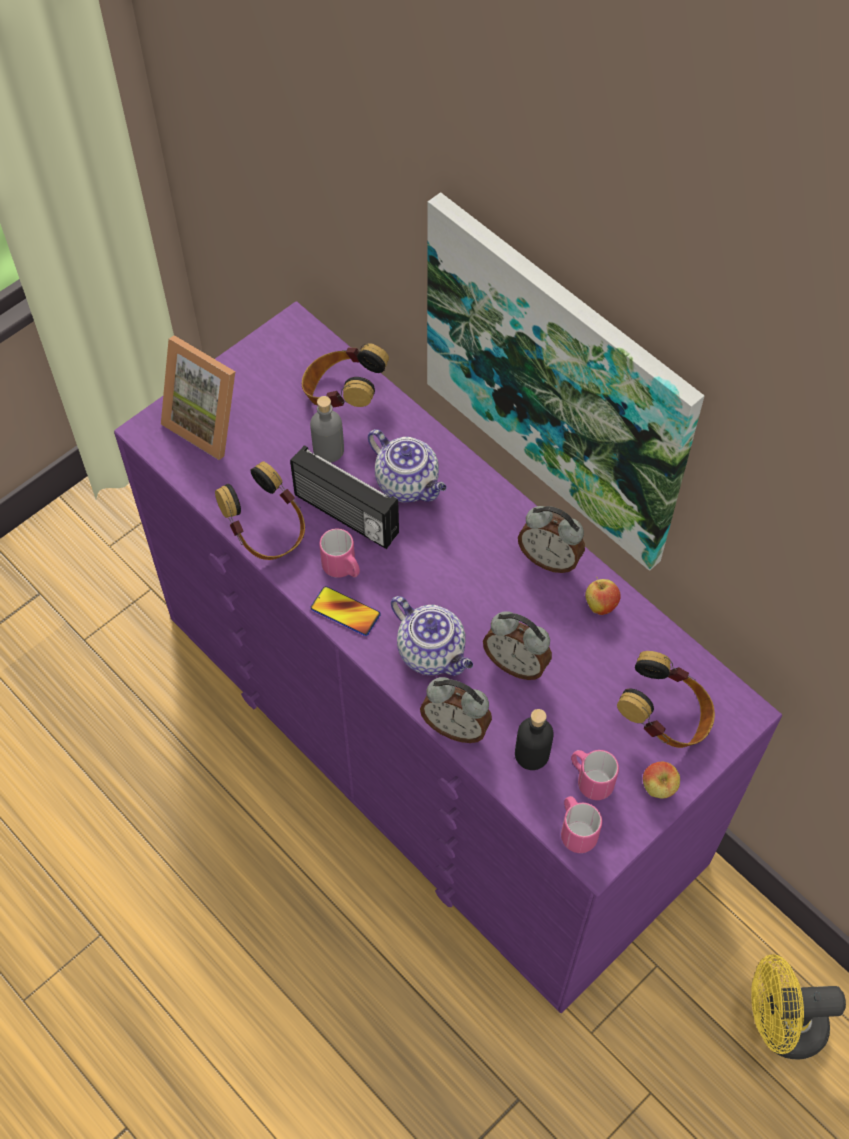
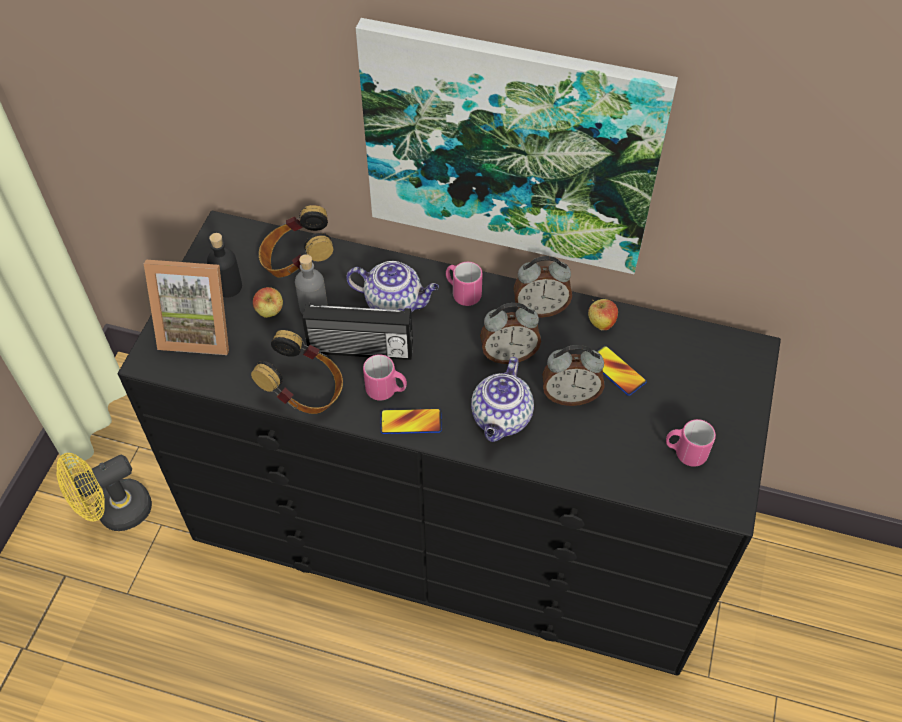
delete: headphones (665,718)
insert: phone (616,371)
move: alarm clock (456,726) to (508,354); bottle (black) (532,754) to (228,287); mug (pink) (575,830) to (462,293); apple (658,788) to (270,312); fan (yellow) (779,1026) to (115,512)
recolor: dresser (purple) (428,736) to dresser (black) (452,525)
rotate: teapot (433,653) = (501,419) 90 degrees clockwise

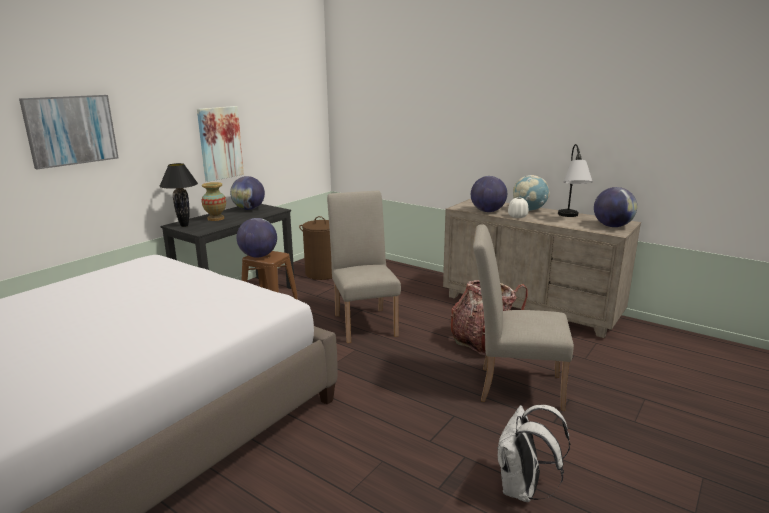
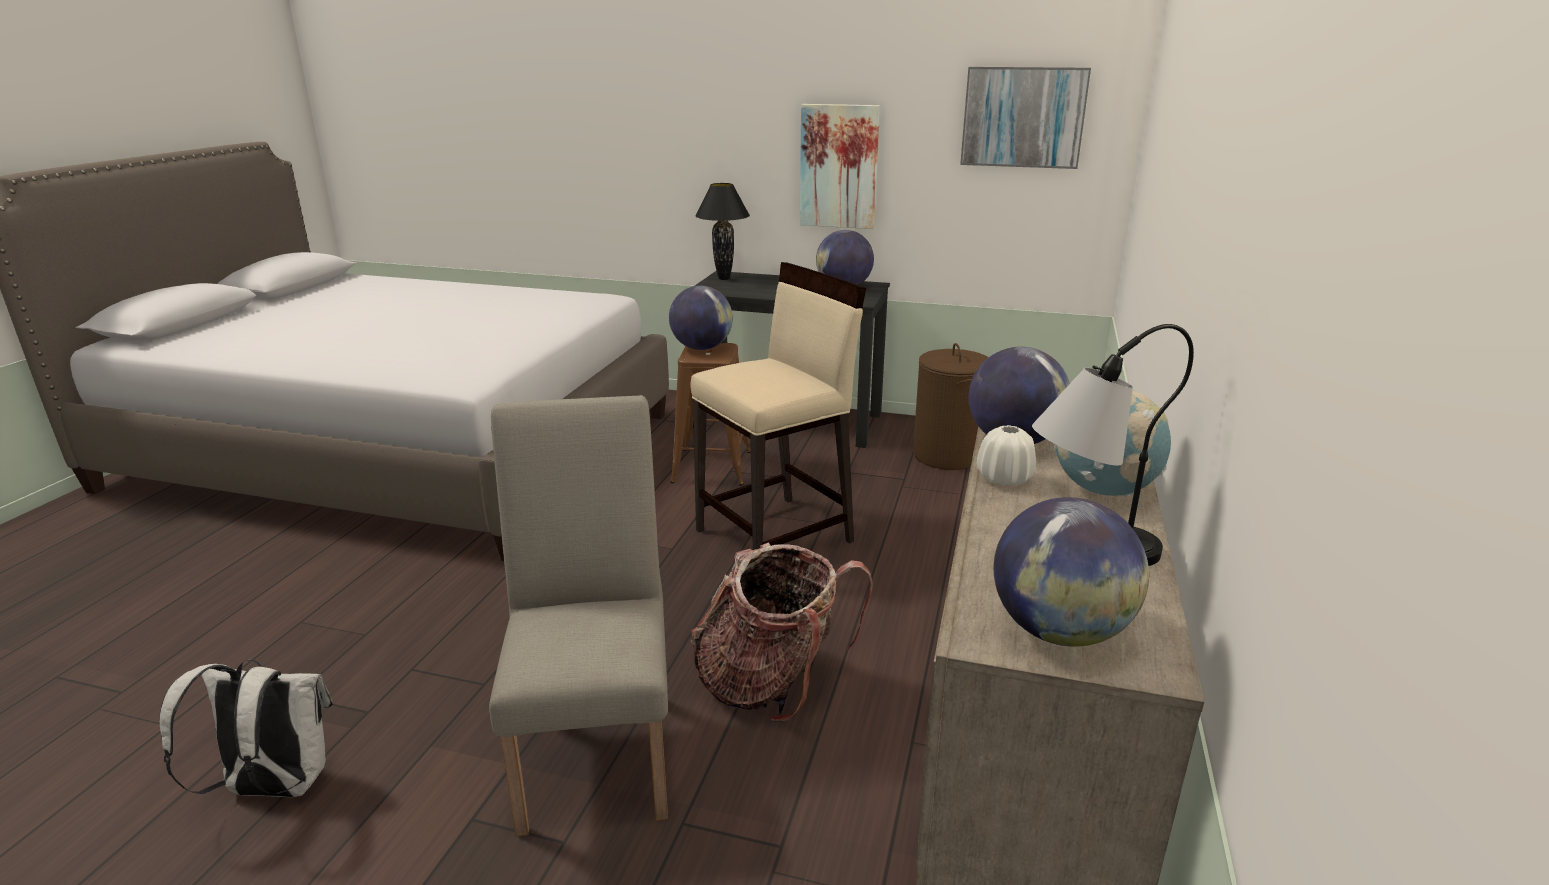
delete: vase (215,218)
move: picture (71,130) to (1023,117)
replace: chair (beige) (364,322) to stool (beige) (776,536)

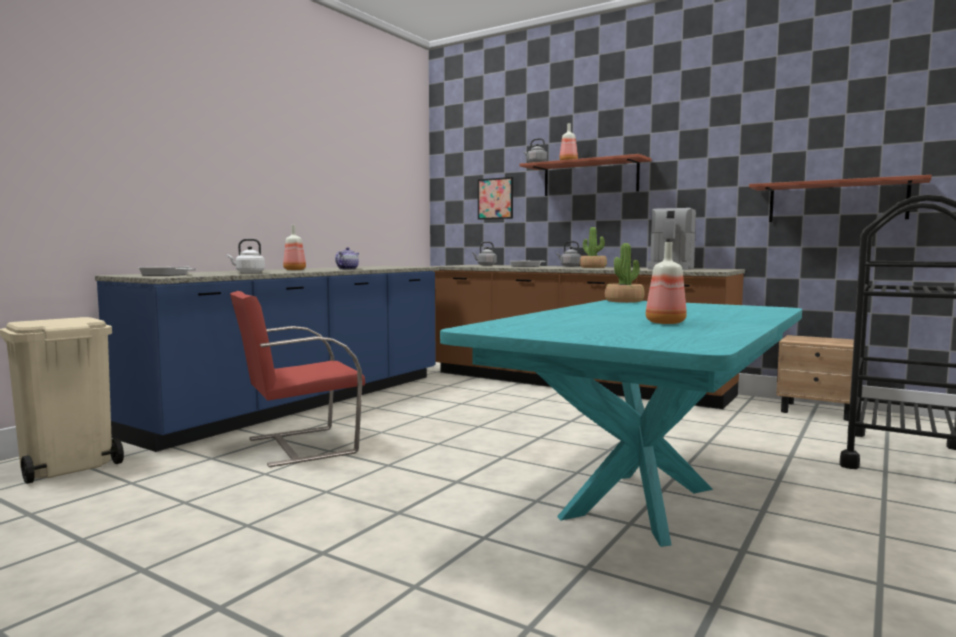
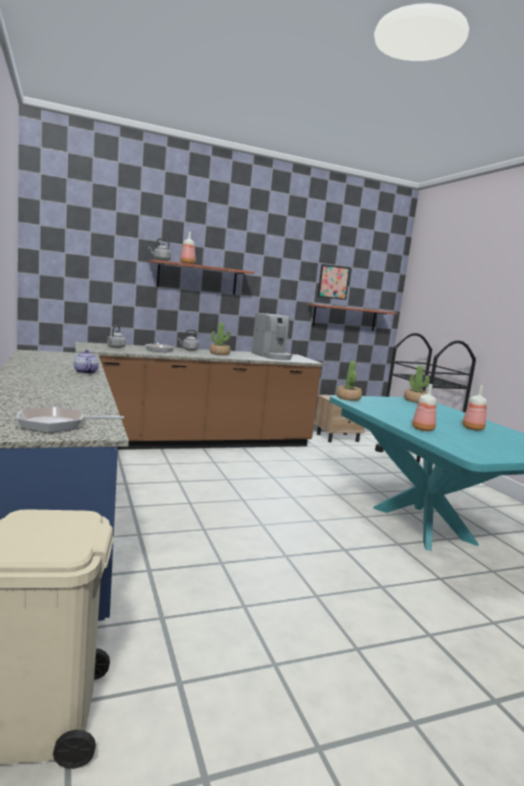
delete: kettle (white) (248,272); chair (red) (299,446)
insert: potted plant (415,401)
move: bottle (295,270) to (422,429); picture (495,198) to (333,282)

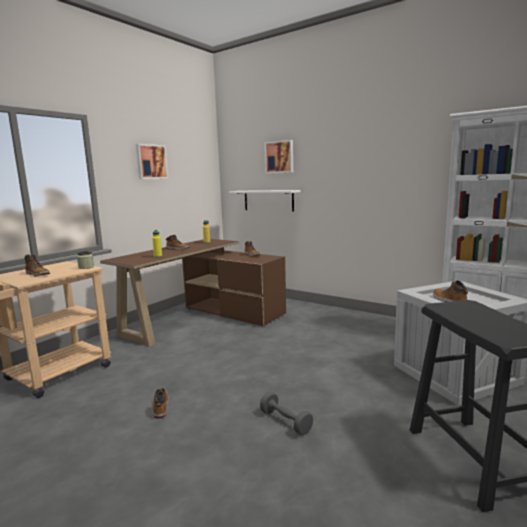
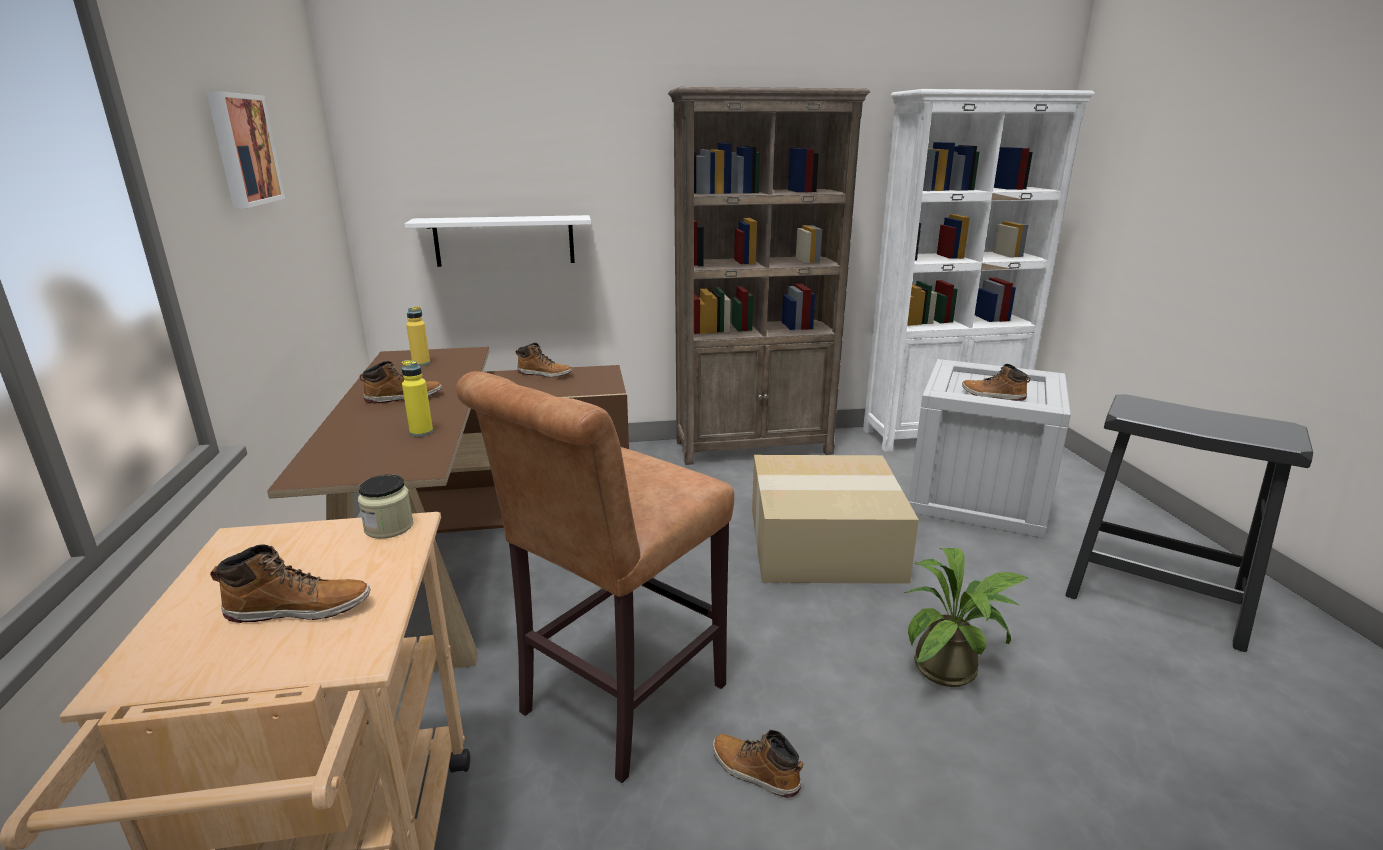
delete: picture (279,157)
insert: stool (brown) (615,704); bookcase (brown) (754,447); cardboard box (826,542)
replace: dumbbell (grey) (285,422) to potted plant (953,668)

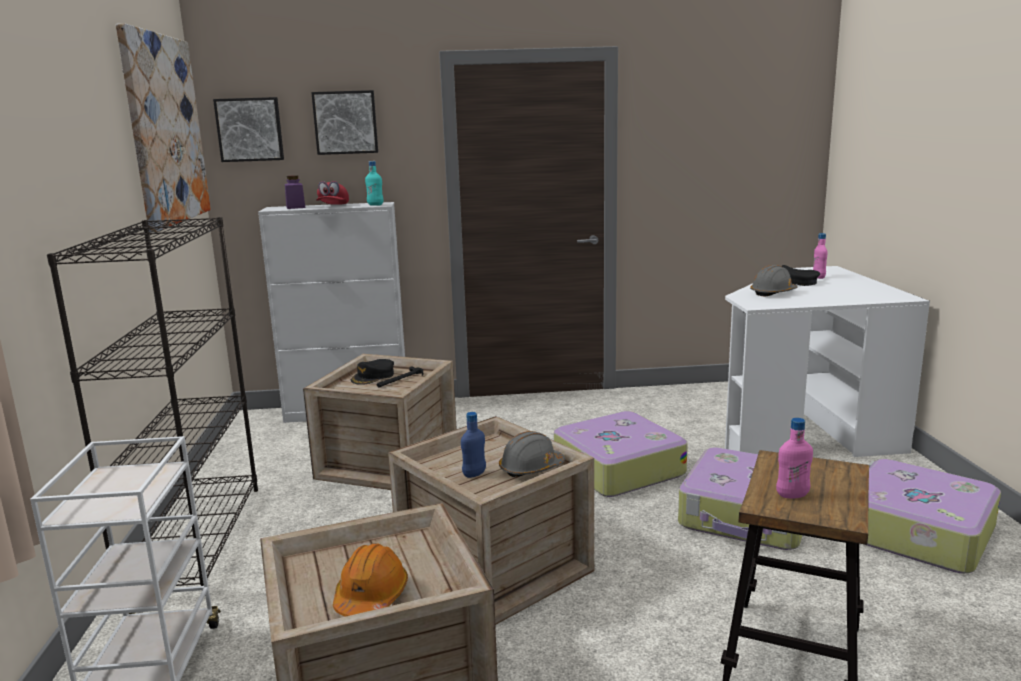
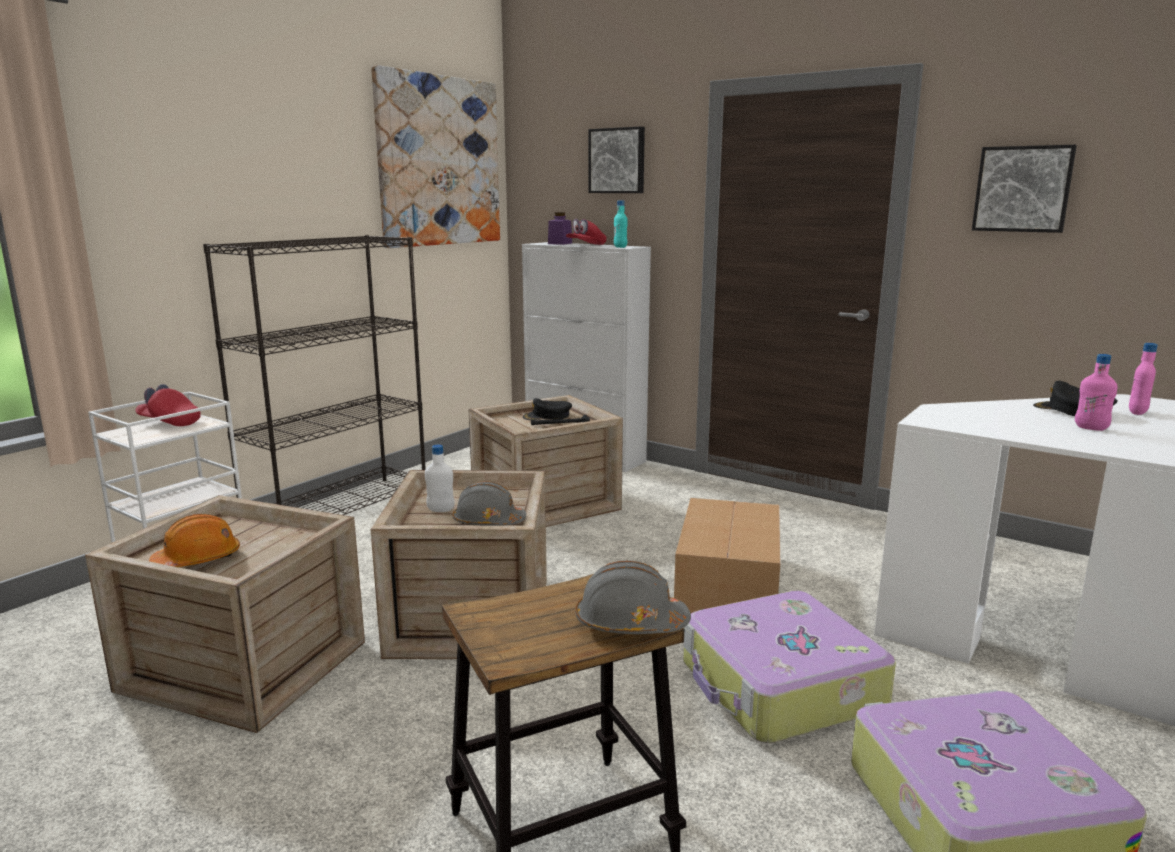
insert: cap (red) (169,422)
move: picture (250,129) to (1023,189); hard hat (grey) (773,293) to (630,623); bottle (pink) (792,495) to (1091,428)
replace: suitcase (617,468) to cardboard box (726,584)
recolor: bottle (blue) (474,474) to bottle (white) (440,510)

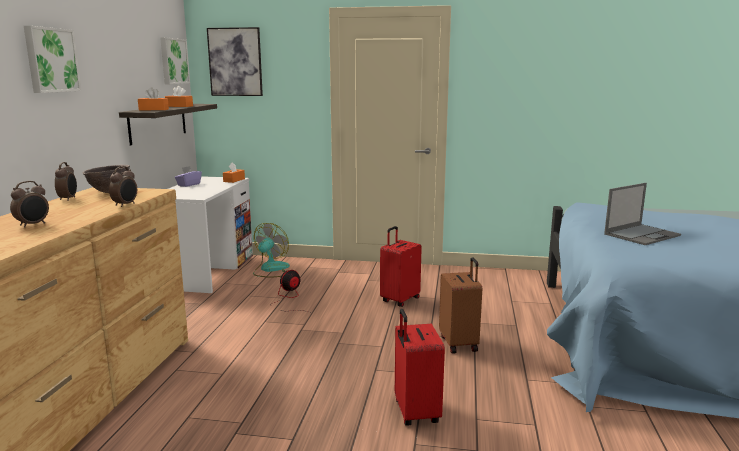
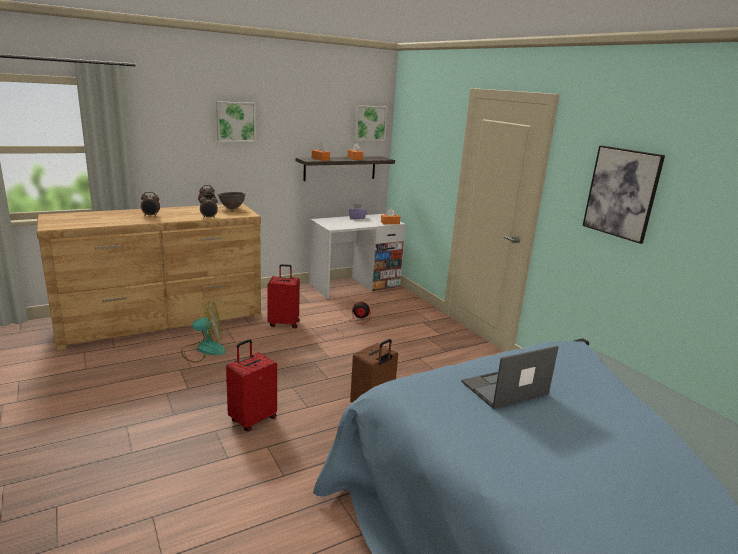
move: picture (235,62) to (621,193); fan (270,270) to (204,350); suitcase (red) (399,300) to (284,323)
rotate: laptop (642,234) = (504,388) 135 degrees clockwise

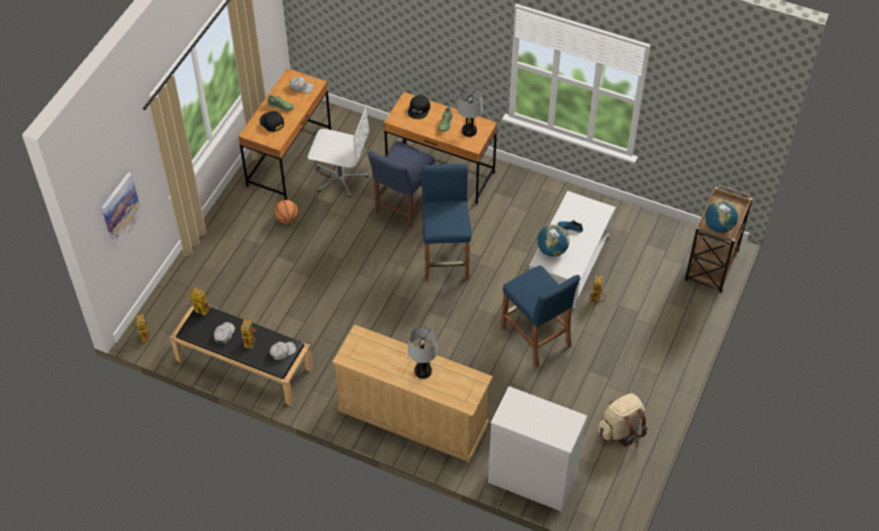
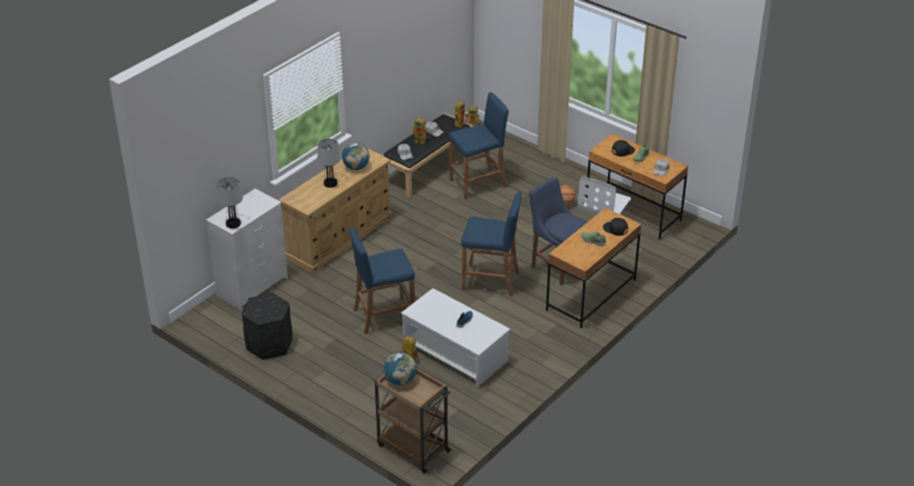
delete: picture (120,210)
insert: stool (blue) (478,184)
move: table lamp (469,131) to (233,224); globe (552,250) to (356,167)
replace: backpack (beige) (621,429) to ottoman (black) (269,344)

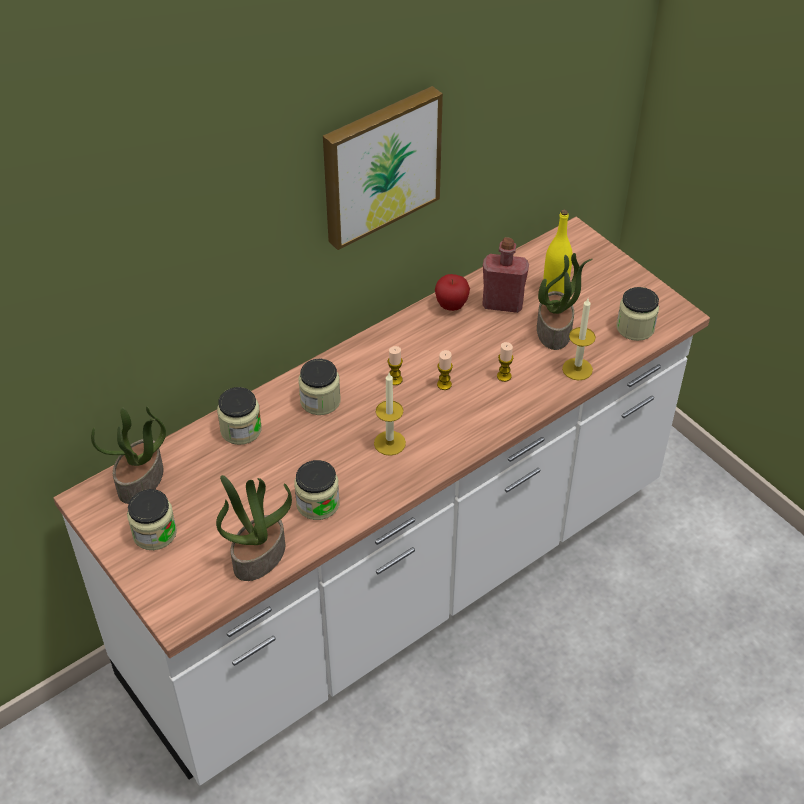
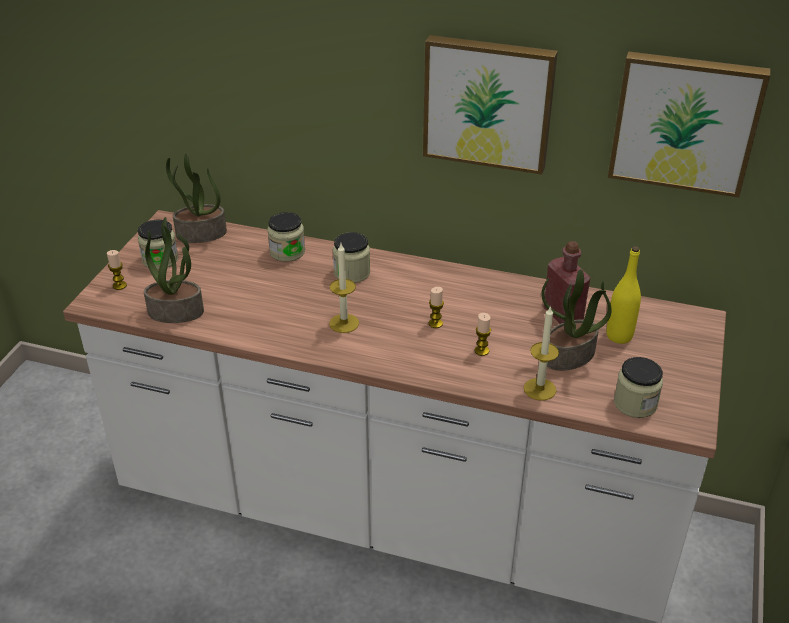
delete: jar (318,503); apple (451,306)
insert: picture (685,122)
move: candle (395,380) to (119,285)

